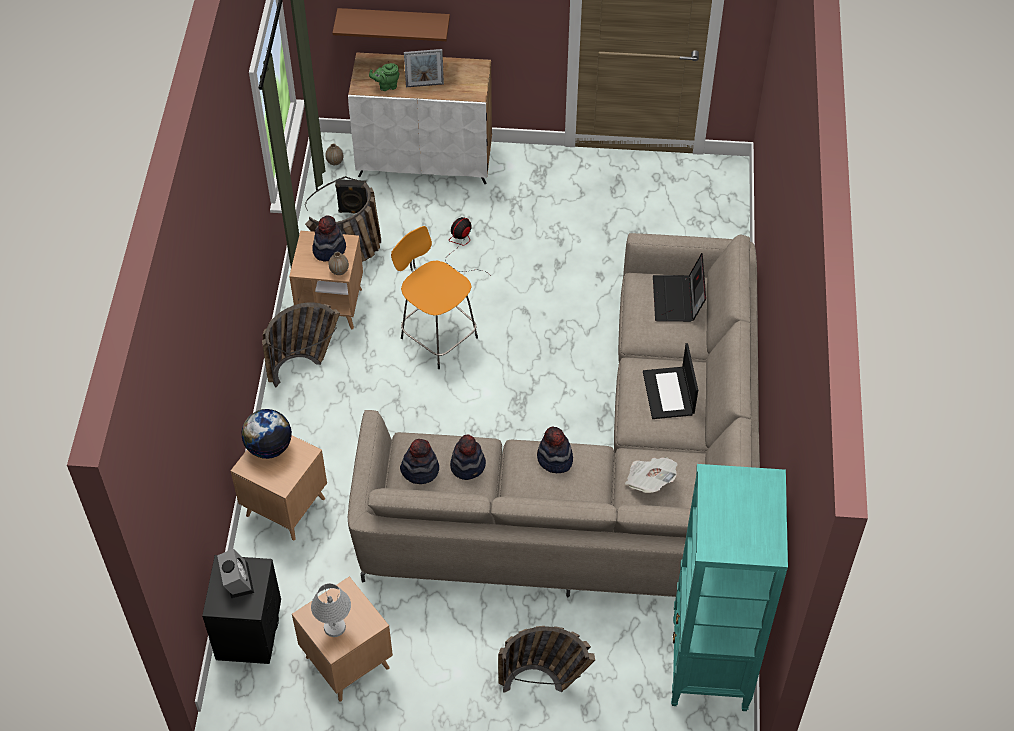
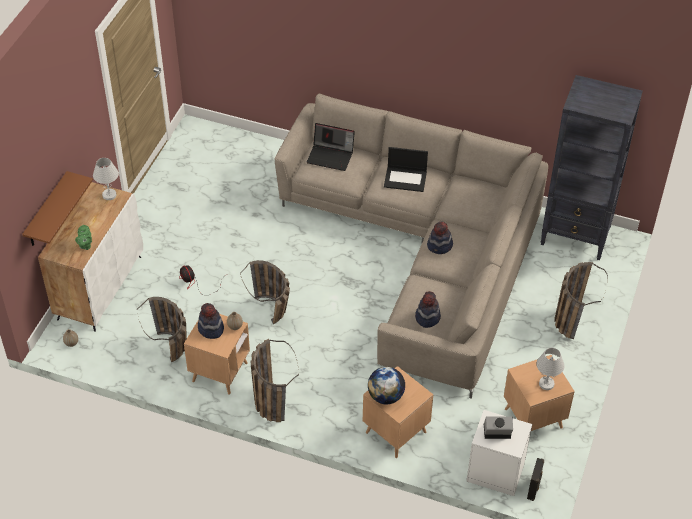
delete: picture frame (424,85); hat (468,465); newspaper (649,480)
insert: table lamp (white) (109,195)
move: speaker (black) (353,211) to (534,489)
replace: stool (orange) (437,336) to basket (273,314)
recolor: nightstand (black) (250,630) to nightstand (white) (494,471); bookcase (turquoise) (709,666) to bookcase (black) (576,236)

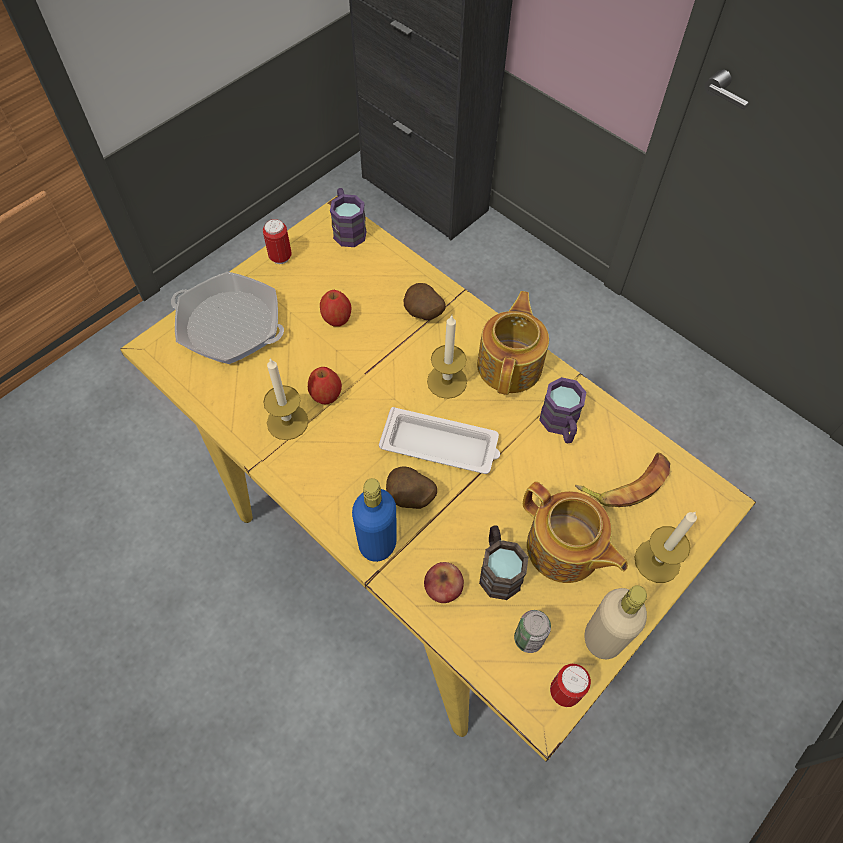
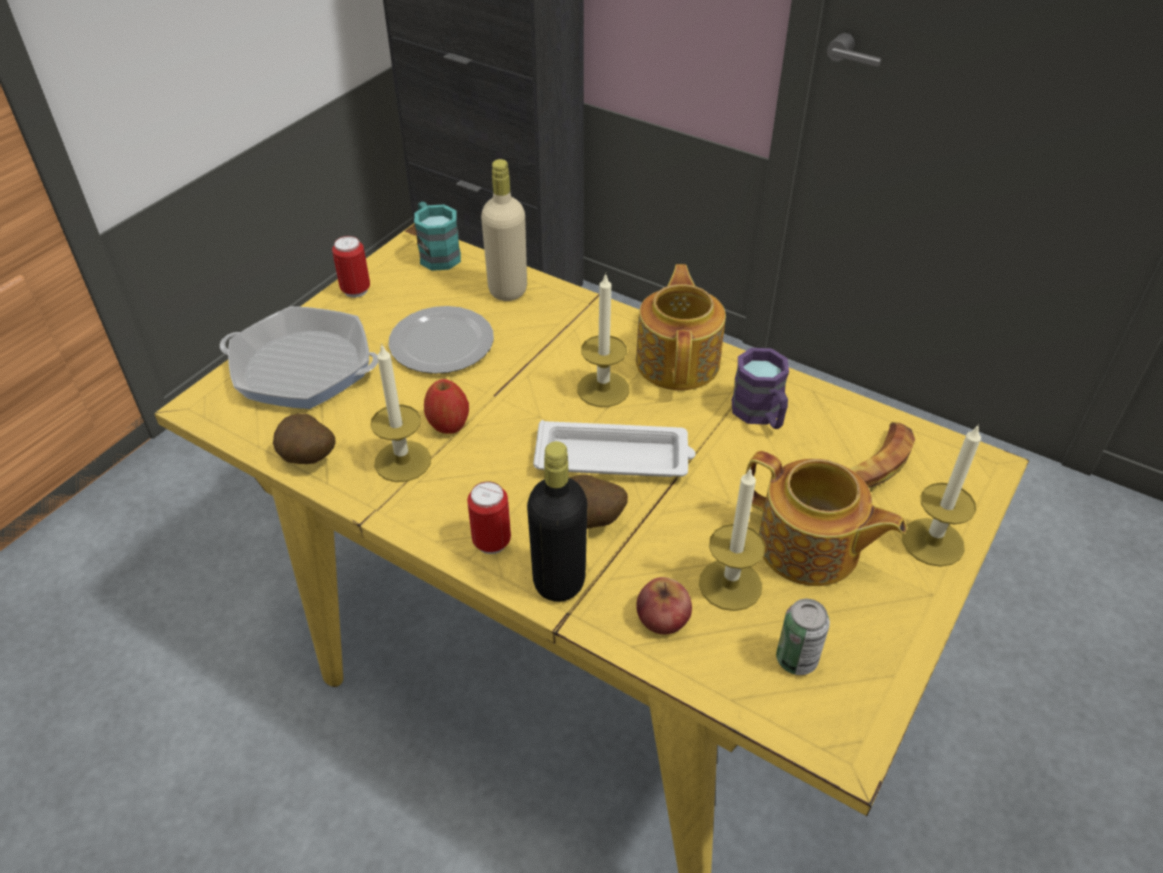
move: potato (423,314) to (308,460); can (564,692) to (491,542); bottle (beige) (602,638) to (507,290)
replace: apple (336,319) to plate (443,344); mug (brown) (498,569) to candle (730,584)
recolor: mug (purple) (348,229) to mug (turquoise) (436,253); bottle (blue) (377,544) to bottle (black) (559,581)

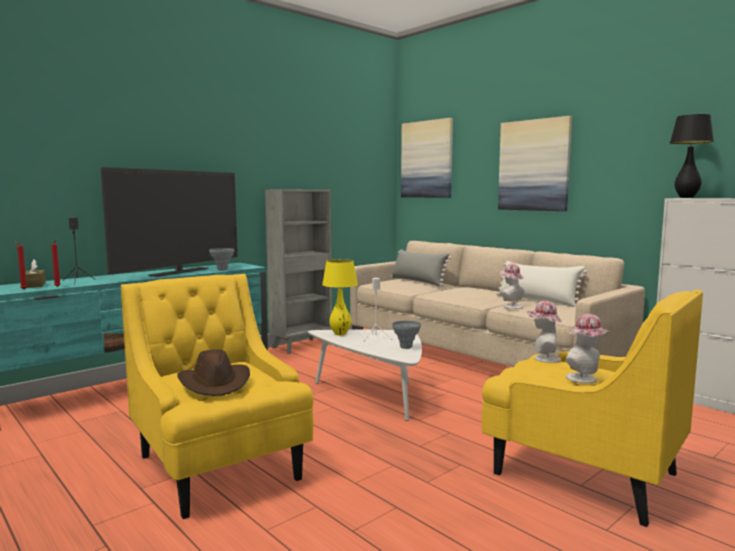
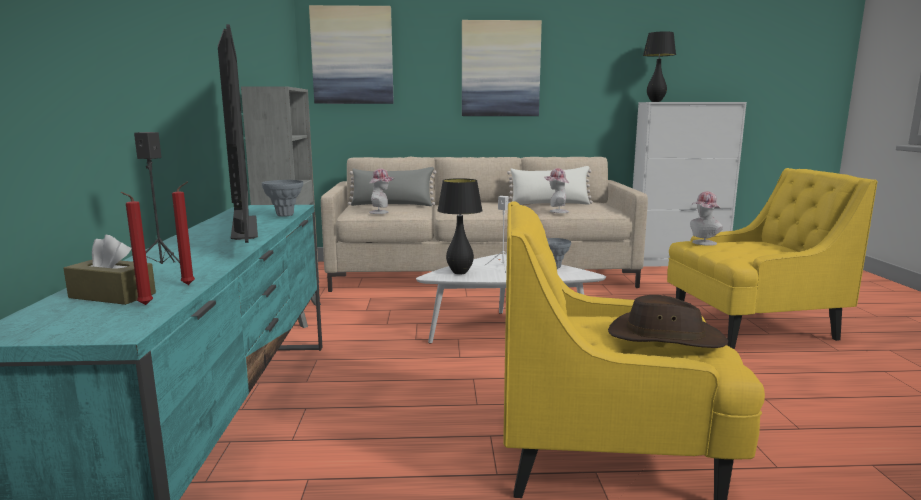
move: hat (585,379) to (381,212)
recolor: table lamp (yellow) (340,334) to table lamp (black) (460,273)

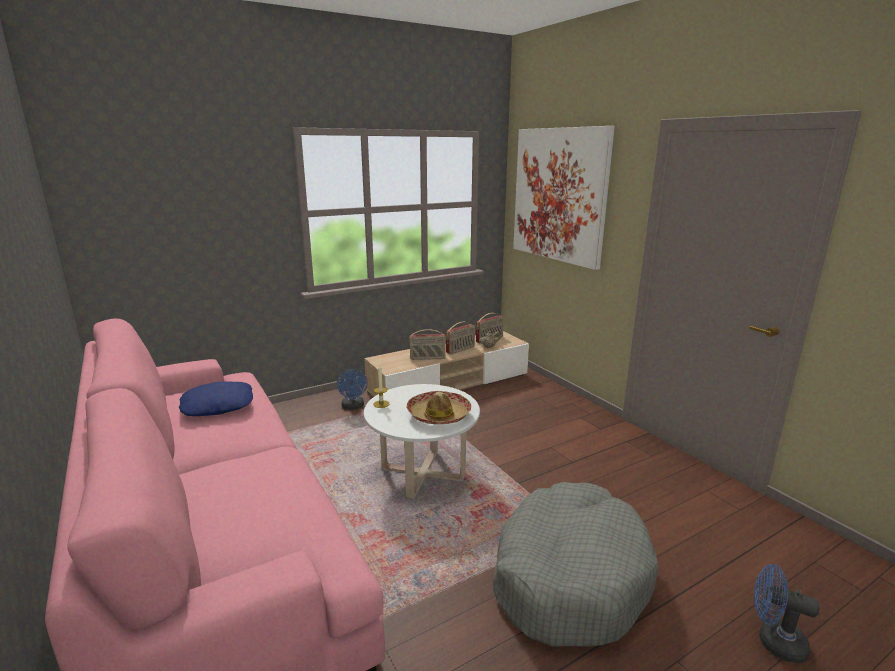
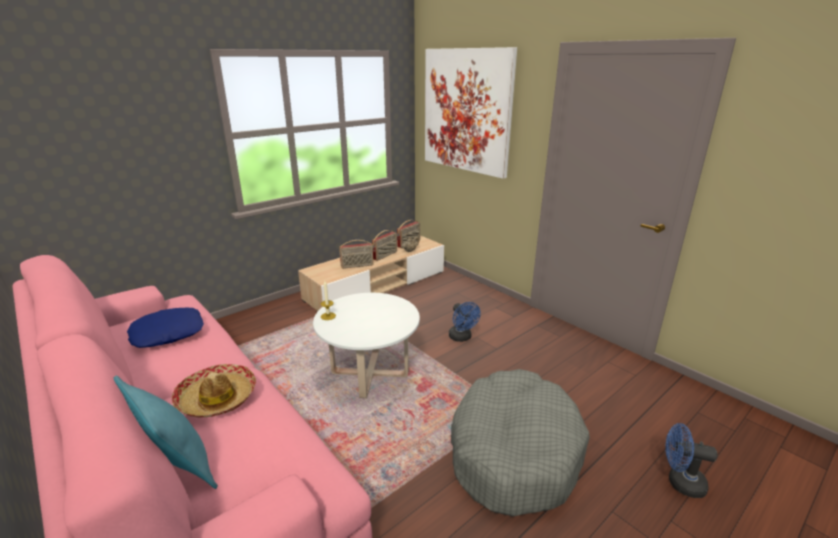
insert: pillow (turquoise) (179,467)
move: fan (blue) (353,407) to (462,338); hat (438,415) to (217,398)

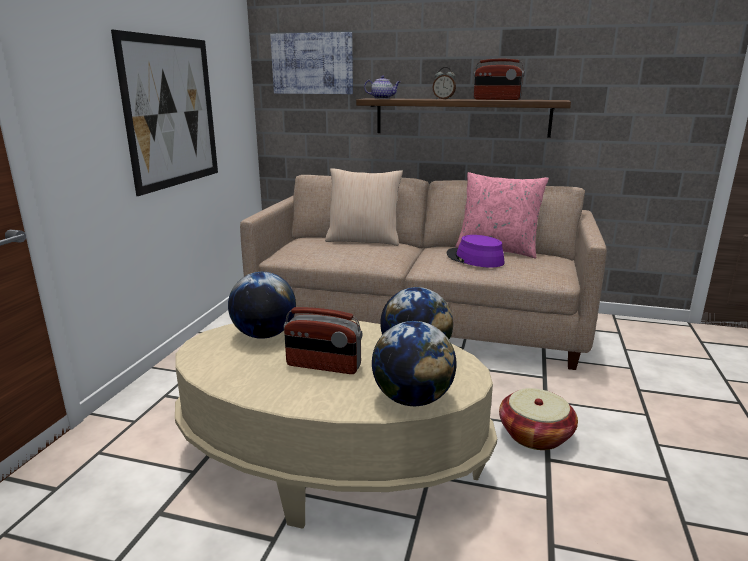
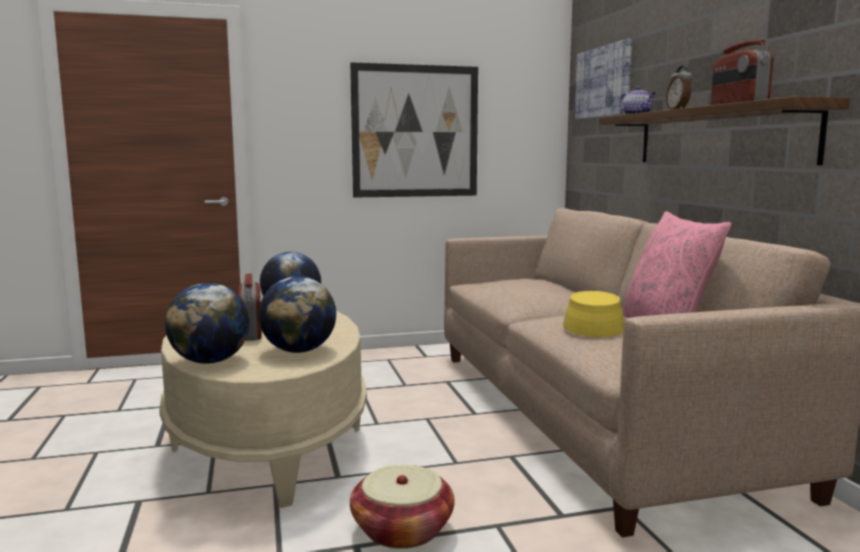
delete: pillow (beige) (364,240)
recolor: hat (purple) (474,259) to hat (yellow) (592,325)

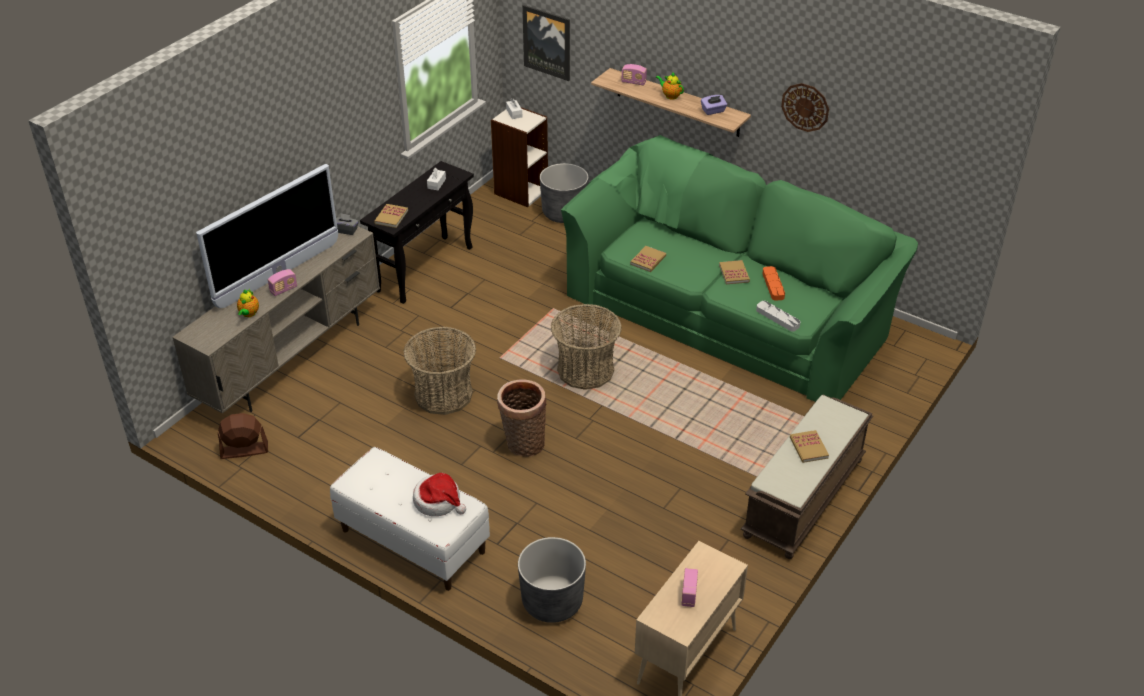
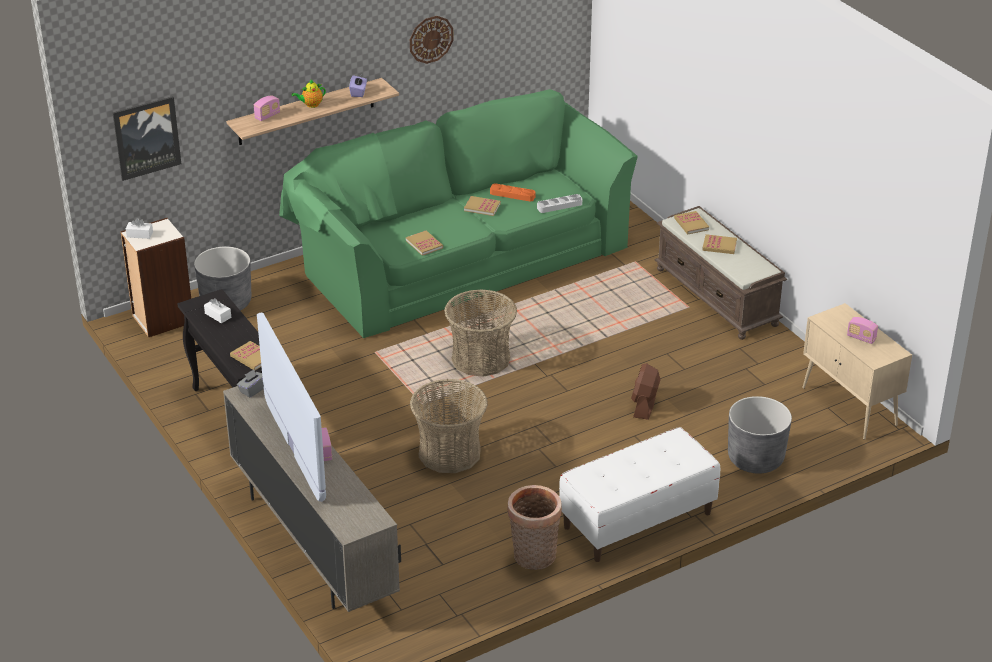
delete: teapot (249,314); hat (438,501)
insert: book (691,224)
move: fan (brown) (244,450) to (644,405); basket (523,444) to (533,558)

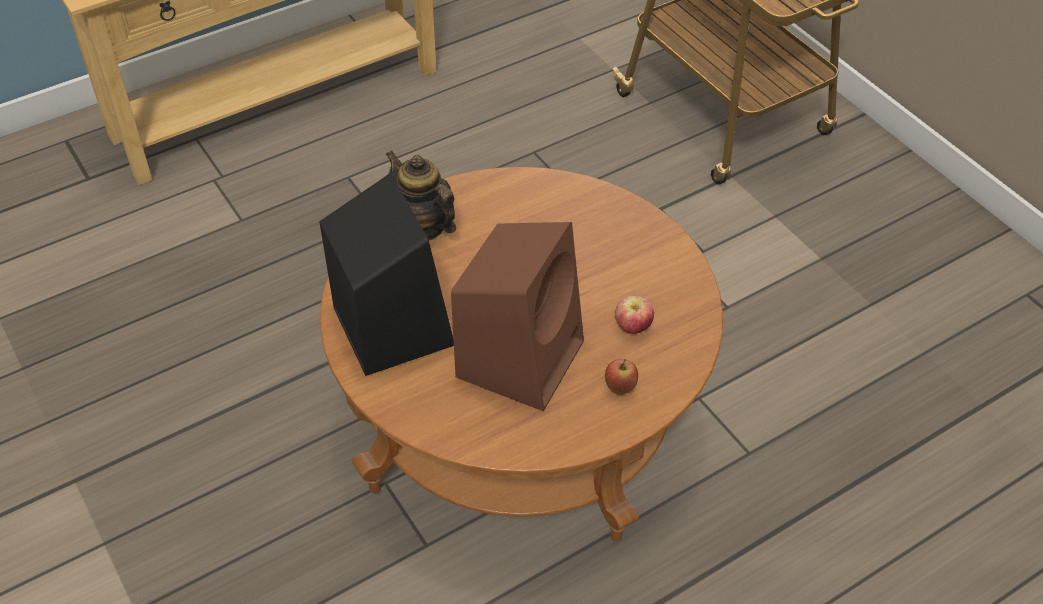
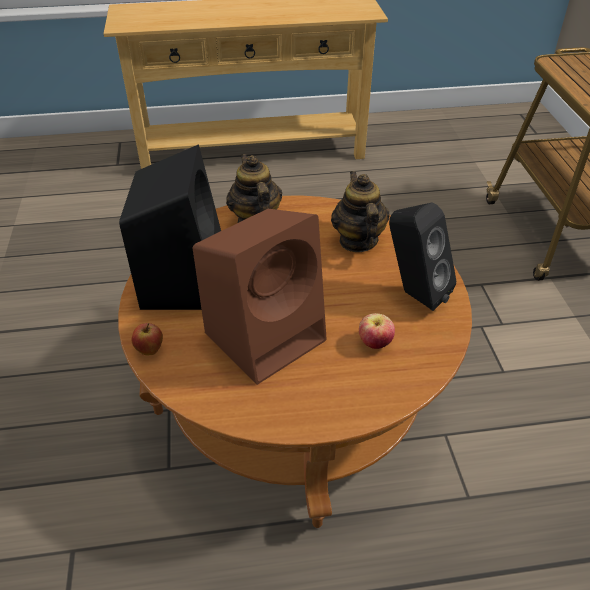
insert: teapot (357,241); speaker (black) (413,294)
move: apple (620,388) to (150,350)

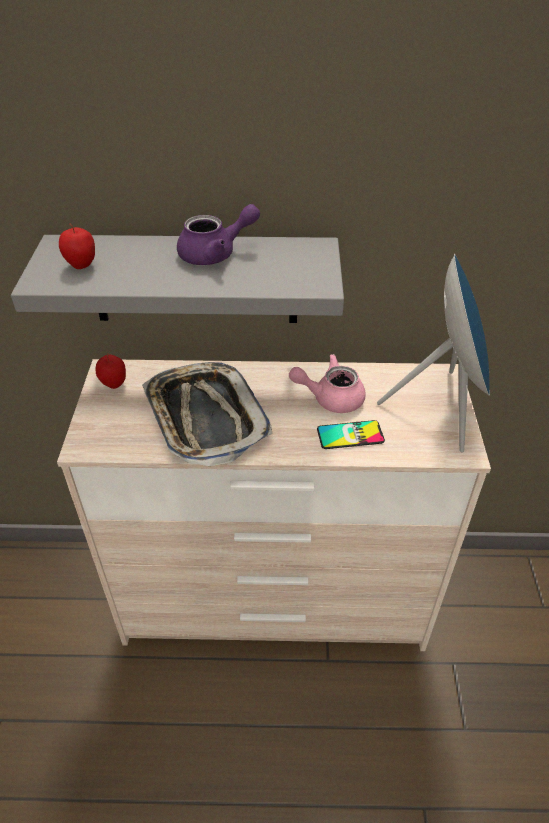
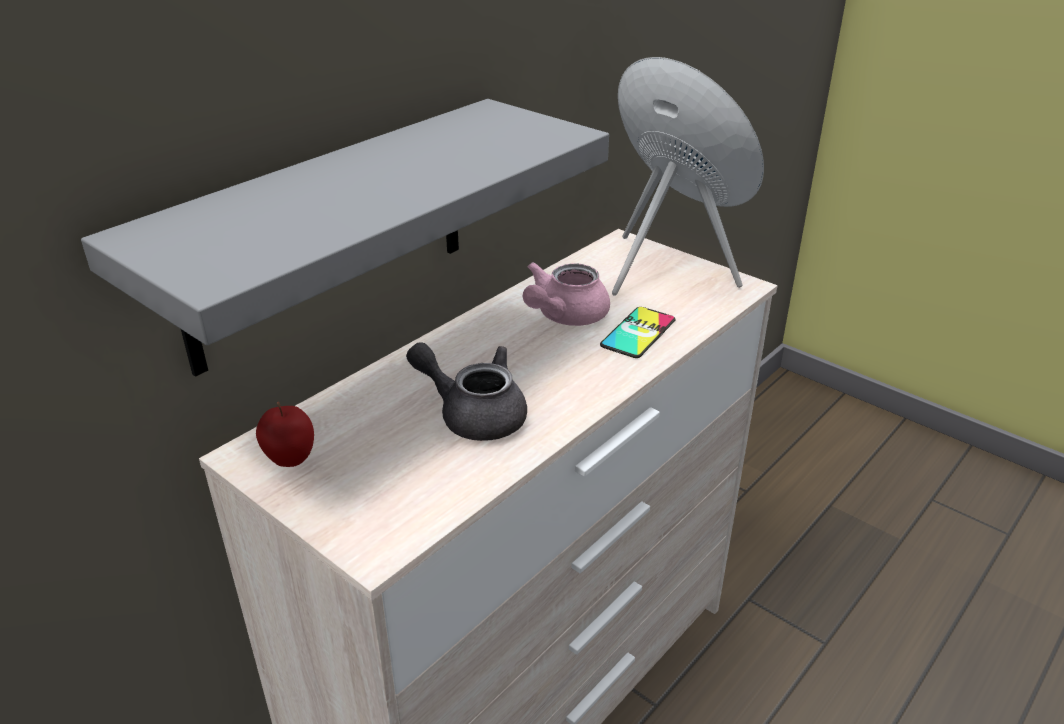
delete: apple (81,266); teapot (purple) (215,254)
replace: tray (205,418) to teapot (grey) (474,414)

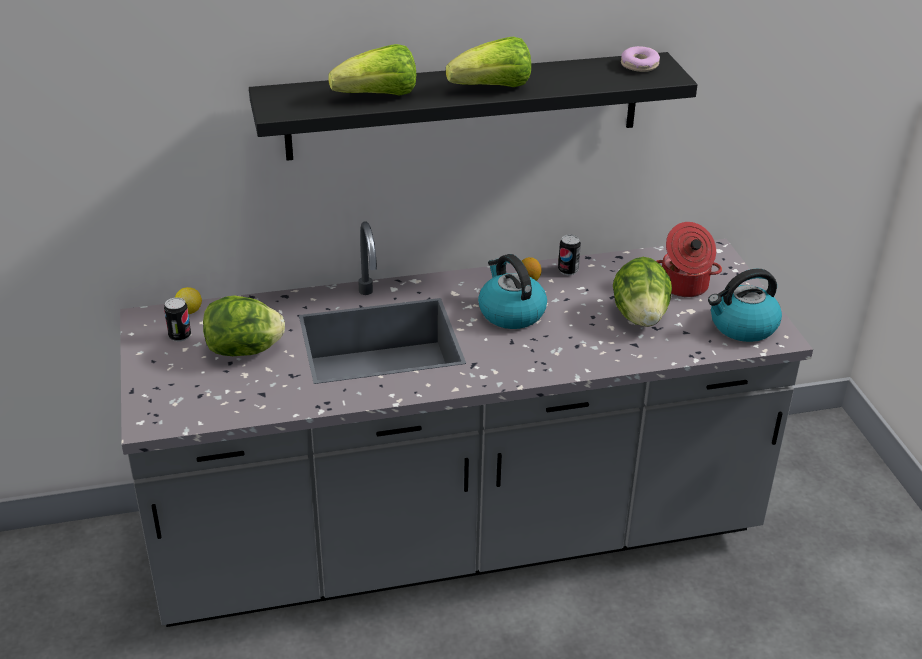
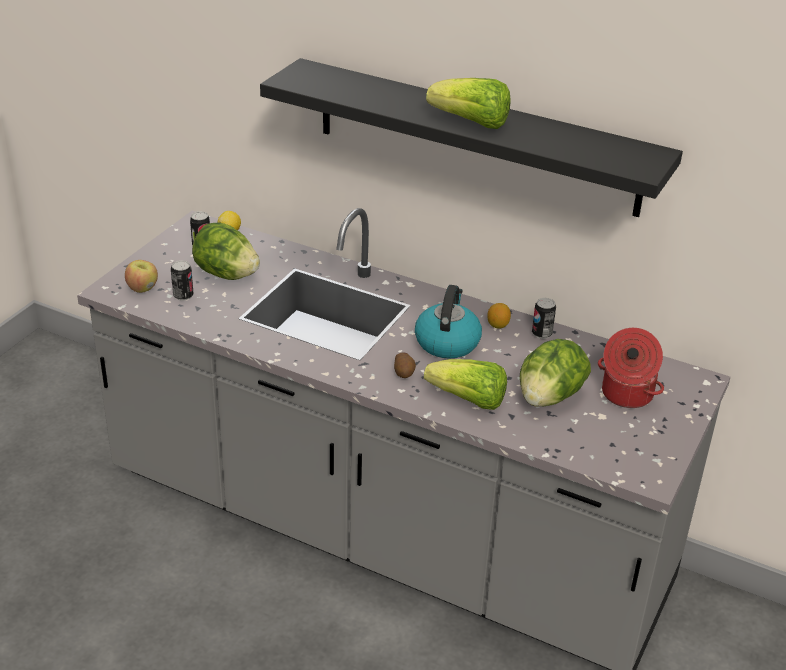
delete: donut (639,66); kettle (742,326)
insert: apple (142,288); can (183,296); potato (404,372)
move: lettuce (378,96) to (468,400)

